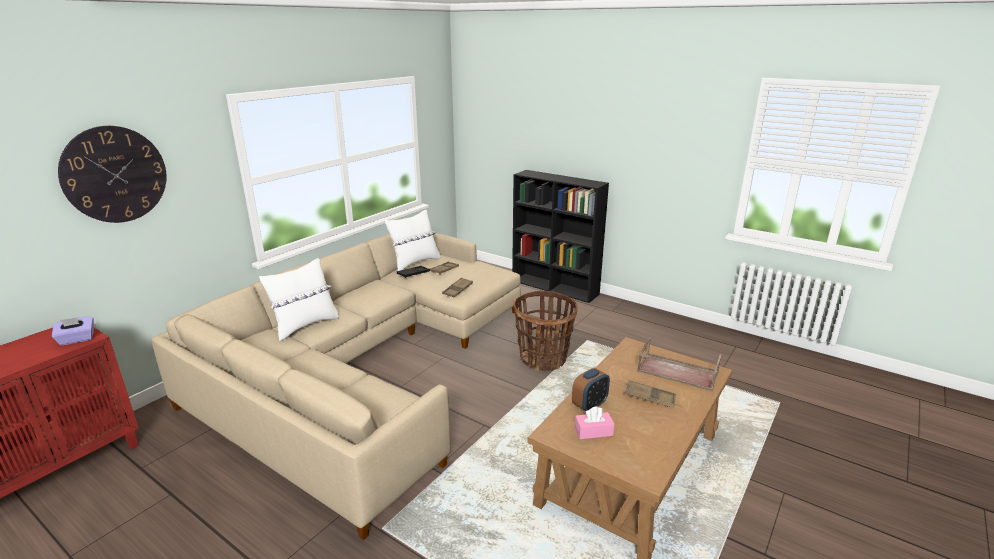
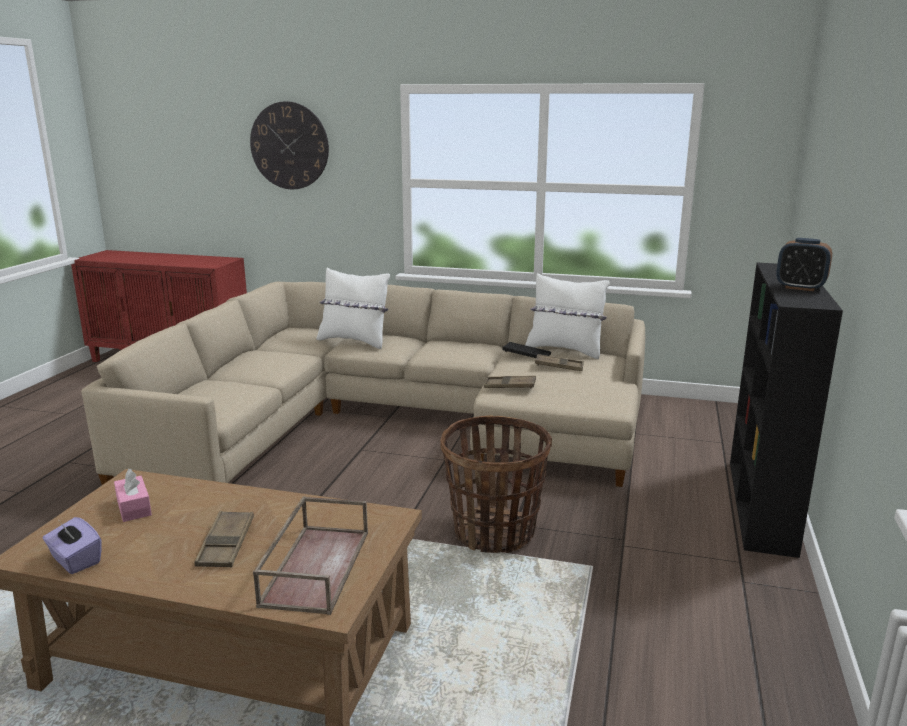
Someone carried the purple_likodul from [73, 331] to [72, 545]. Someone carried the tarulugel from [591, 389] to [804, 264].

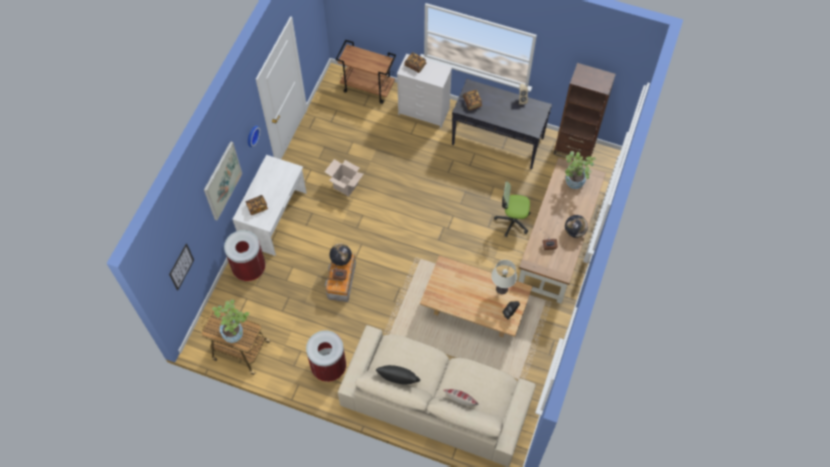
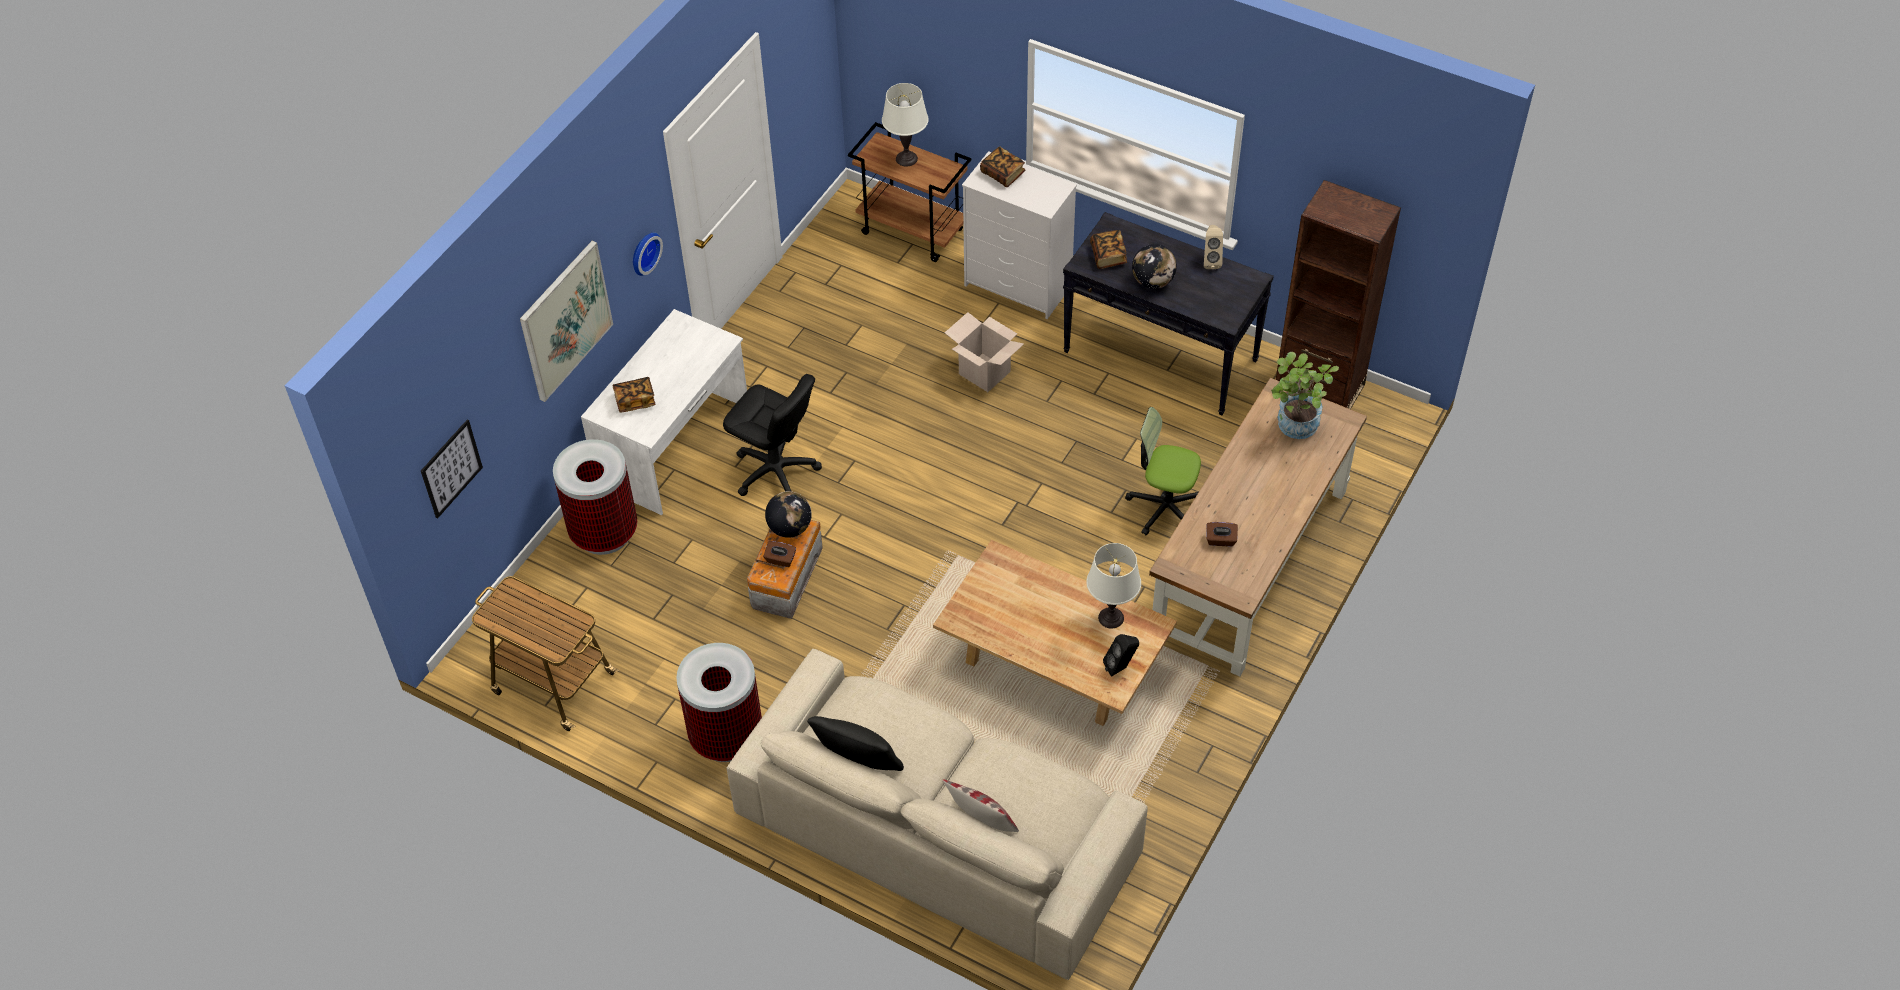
Someone took away the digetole at [230, 321]. Someone carried the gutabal from [344, 177] to [984, 352]. Someone carried the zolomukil from [576, 226] to [1154, 266]. Someone put down the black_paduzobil at [772, 435]. Someone put down the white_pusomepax at [905, 124].

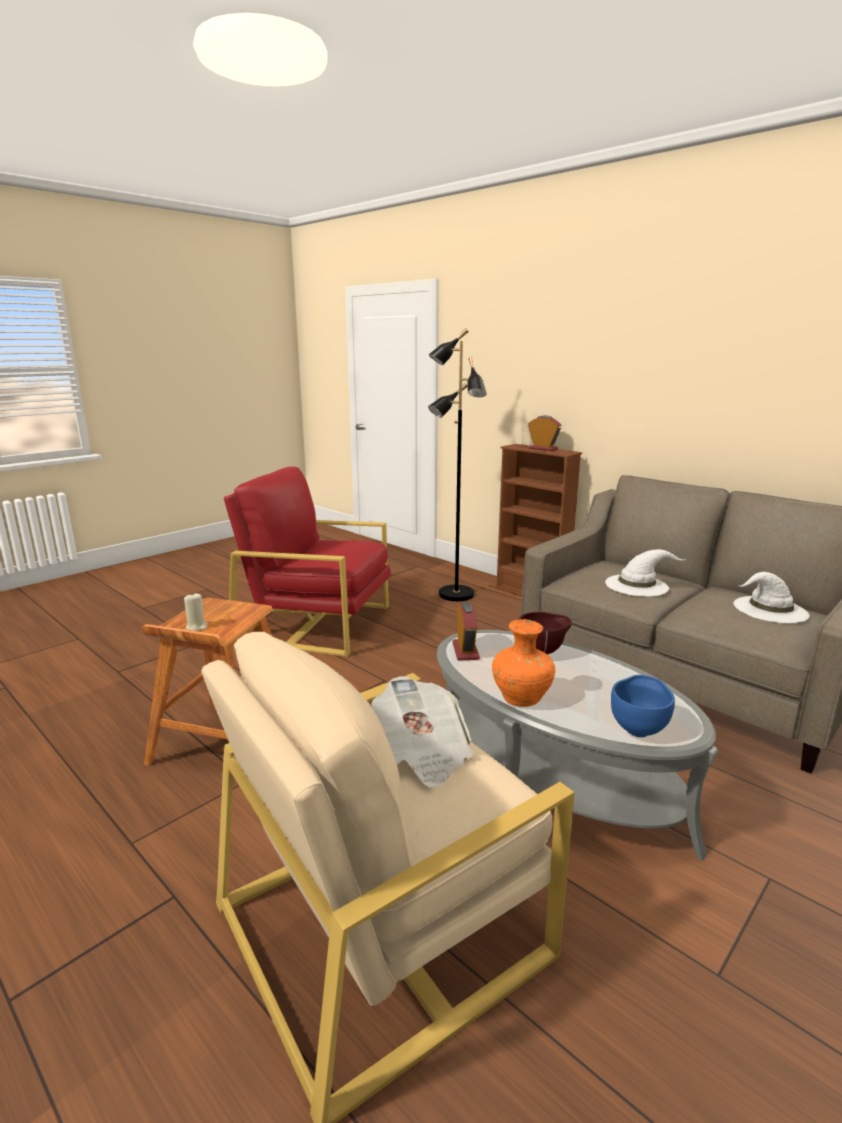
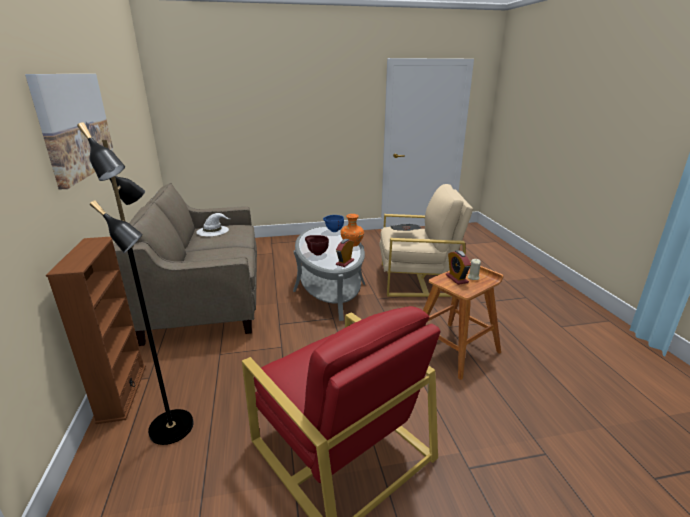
Someone carried the tarulugel from [545, 433] to [458, 267]. Someone took away the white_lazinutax at [646, 573]. Someone put up the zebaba at [69, 131].

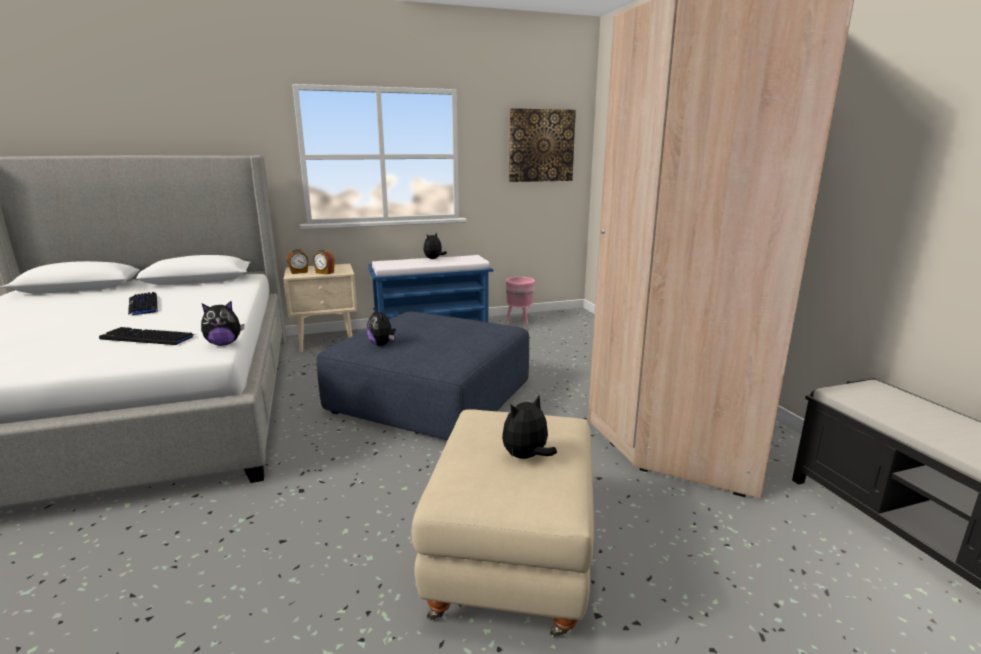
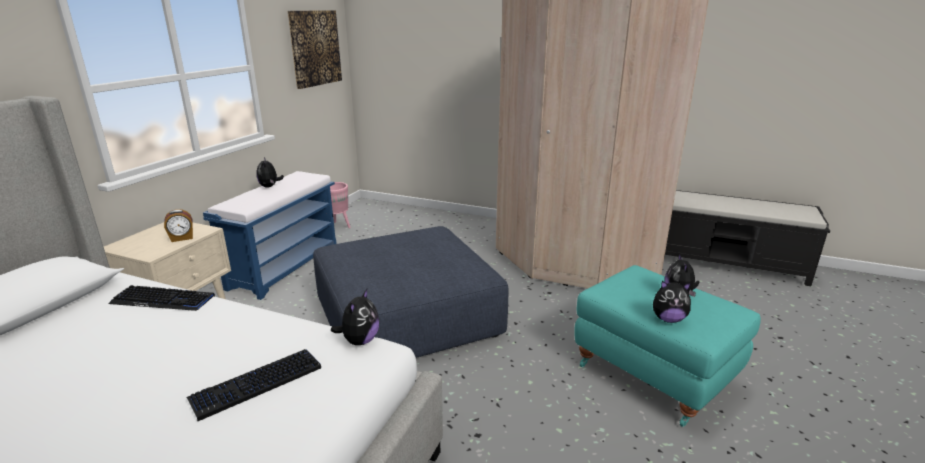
Someone carried the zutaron from [143, 303] to [162, 298]. Someone took away the tarulugel at [298, 261]. Someone carried the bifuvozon from [381, 326] to [672, 302]. Someone repainted the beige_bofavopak at [502, 523], which became the turquoise_bofavopak at [667, 346].

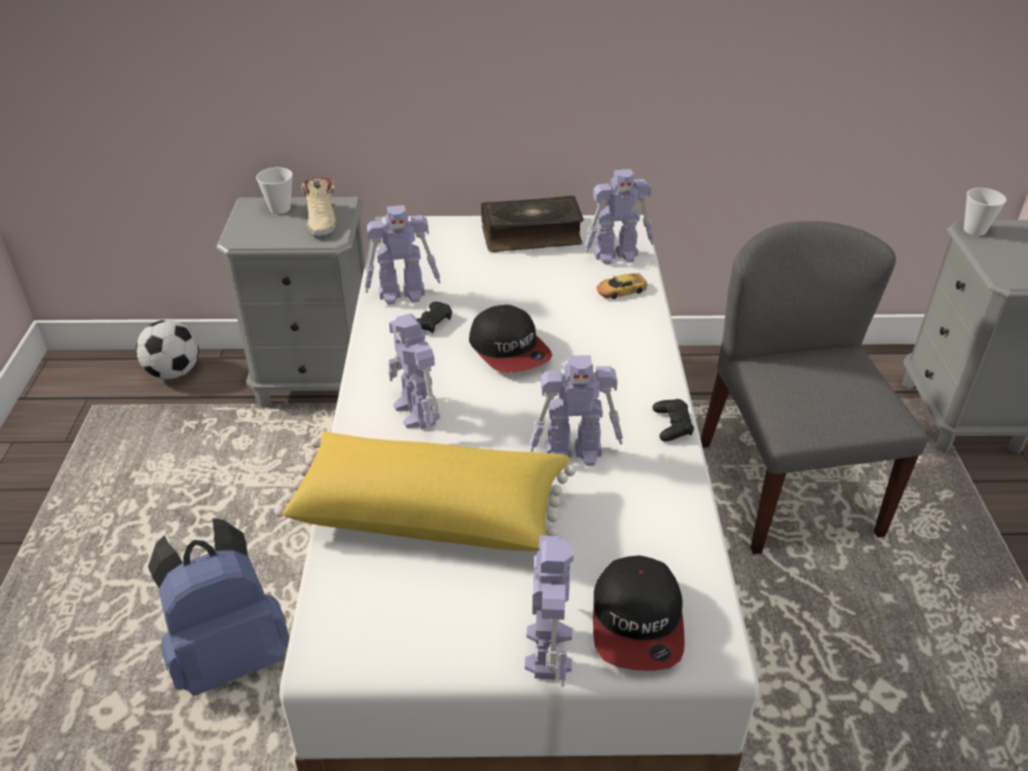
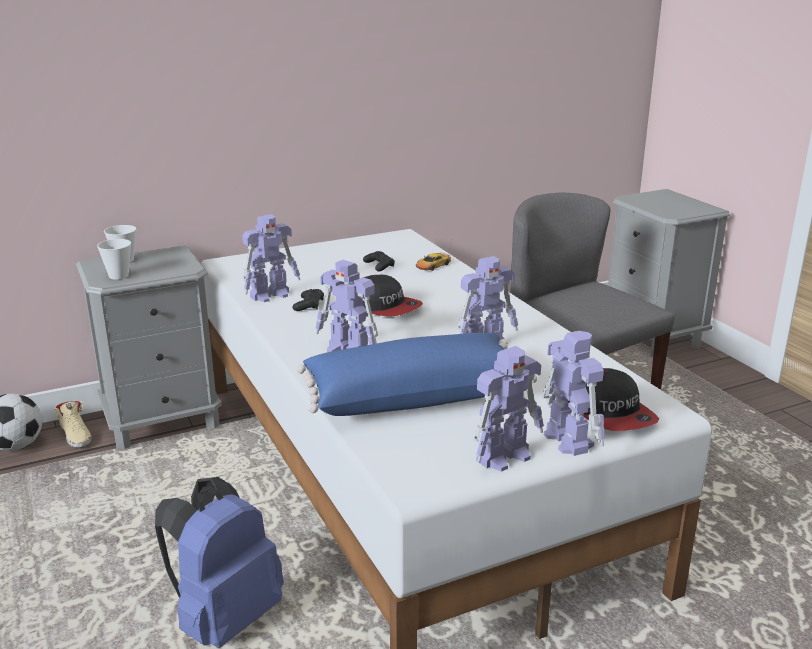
Someone repainted the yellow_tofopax at [425, 491], which became the blue_tofopax at [416, 374]. Someone carried the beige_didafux from [318, 207] to [73, 424]. Someone took away the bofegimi at [532, 224]. Someone carried the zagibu from [619, 216] to [508, 409]. Someone carried the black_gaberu from [673, 420] to [379, 261]. Someone carried the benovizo from [985, 212] to [114, 259].

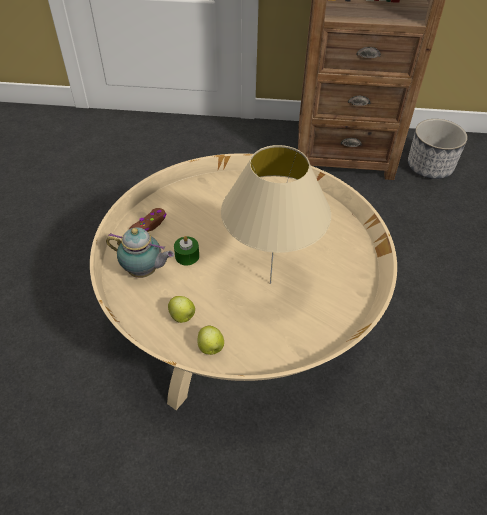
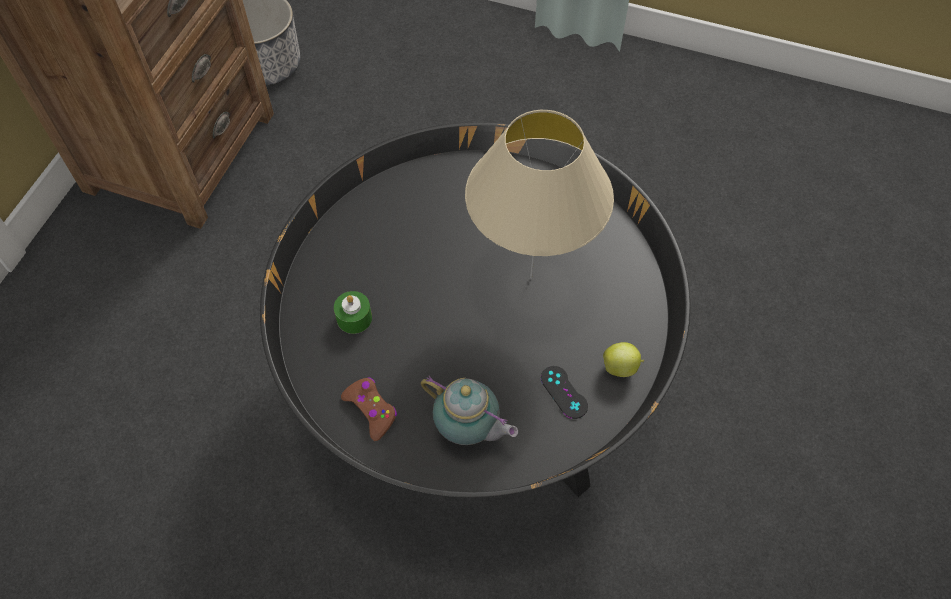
Someone repainted the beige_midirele at [243, 281], which became the black_midirele at [475, 310]. Someone rotated the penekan at [140, 252] by 90 degrees clockwise. Someone swapped the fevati at [181, 309] for the black_gaberu at [564, 392]. Someone carried the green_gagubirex from [186, 250] to [353, 312].

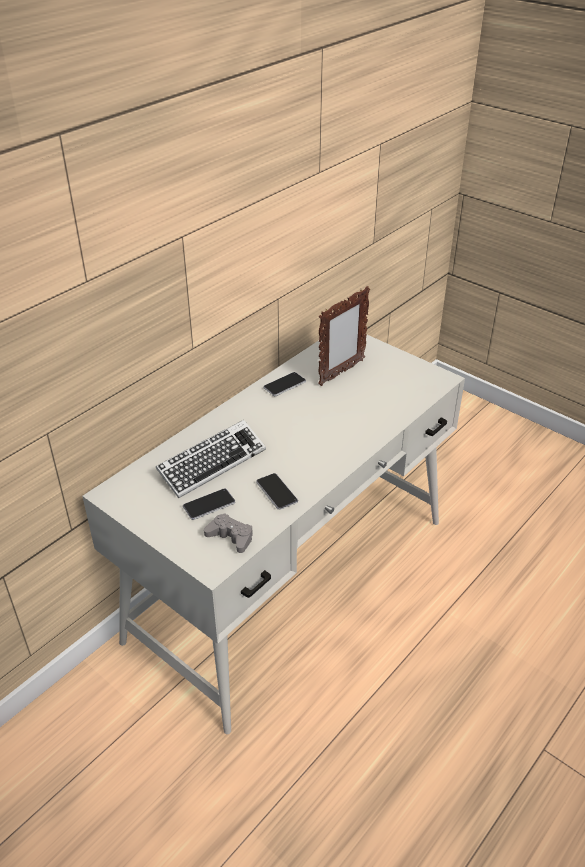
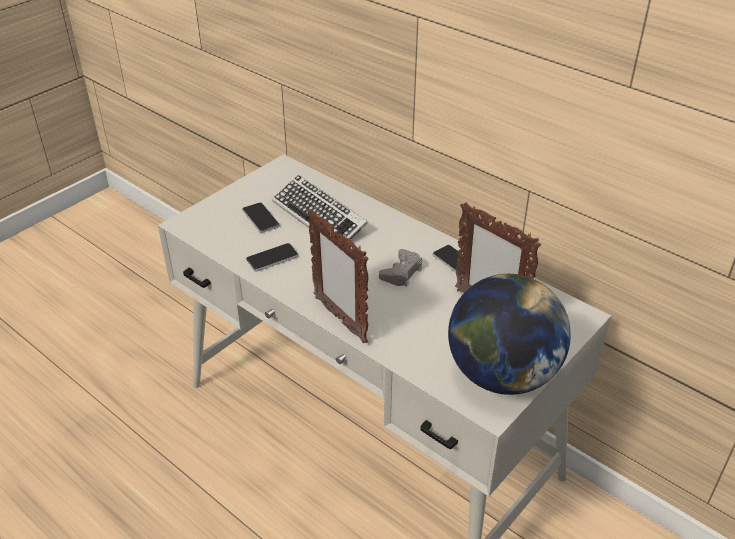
Someone carried the grey_gaberu from [228, 533] to [400, 268]. Someone put down the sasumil at [338, 276]. Someone put down the zolomukil at [509, 334].

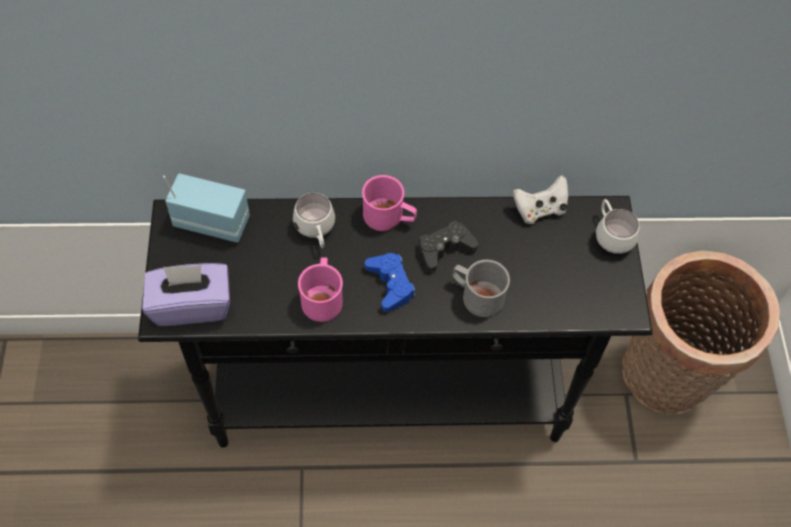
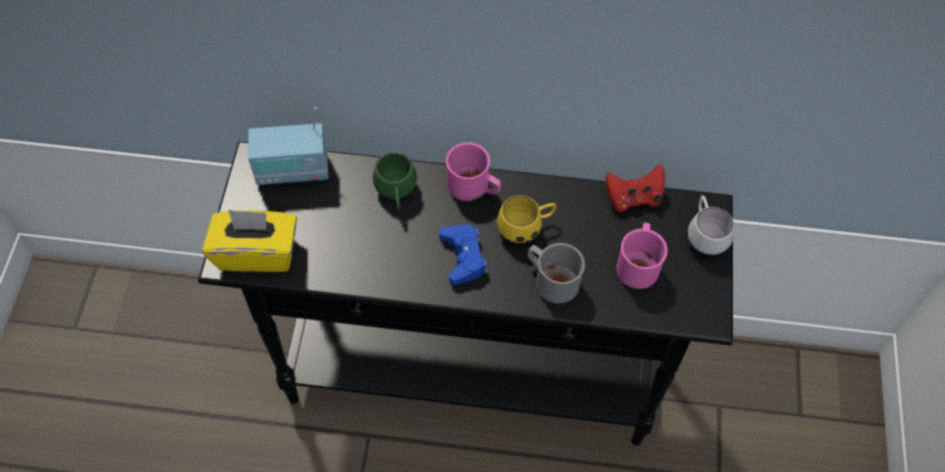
Someone repainted the purple_likodul at [186, 294], which became the yellow_likodul at [249, 240]. Someone rotated the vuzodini at [206, 208] by 150 degrees clockwise. Someone repainted the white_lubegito at [314, 220], which became the green_lubegito at [395, 181]. Someone carried the pink_lubegito from [320, 289] to [642, 256]. Someone swapped the black_gaberu at [448, 246] for the yellow_lubegito at [526, 219]. Someone repainted the white_gaberu at [540, 199], which became the red_gaberu at [635, 188]. Someone took away the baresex at [701, 332].

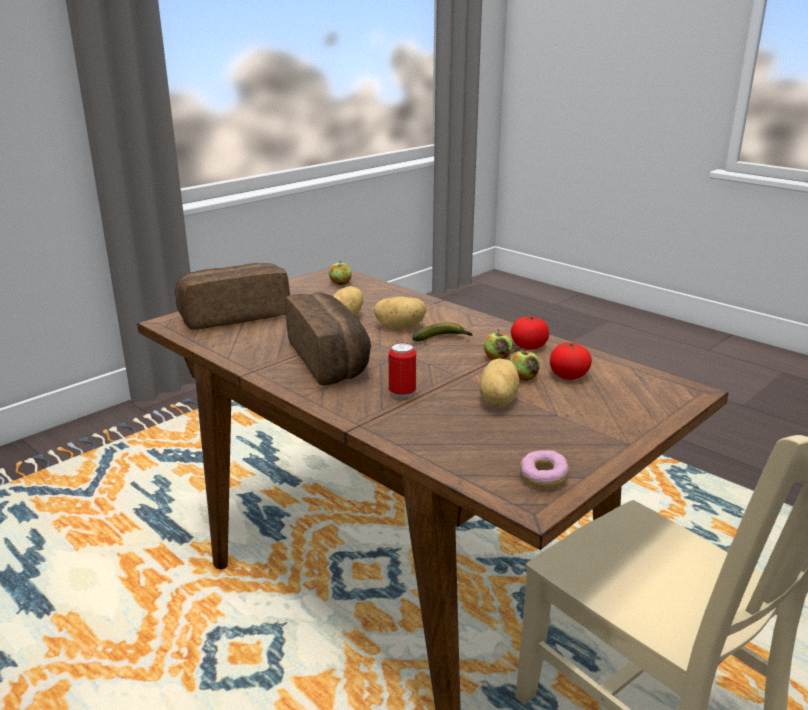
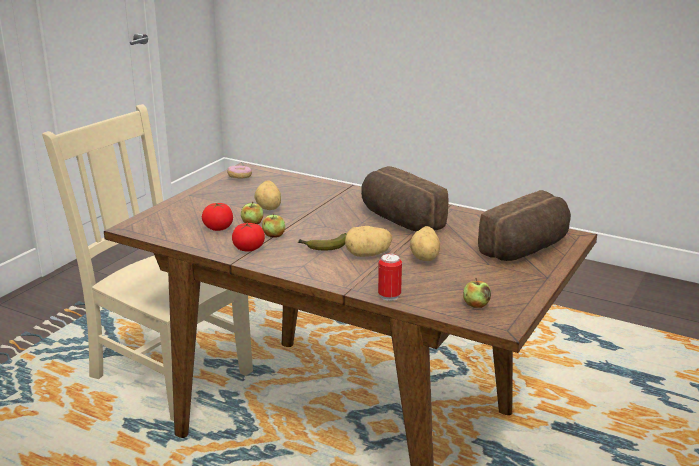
Someone carried the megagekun from [402, 371] to [390, 277].

